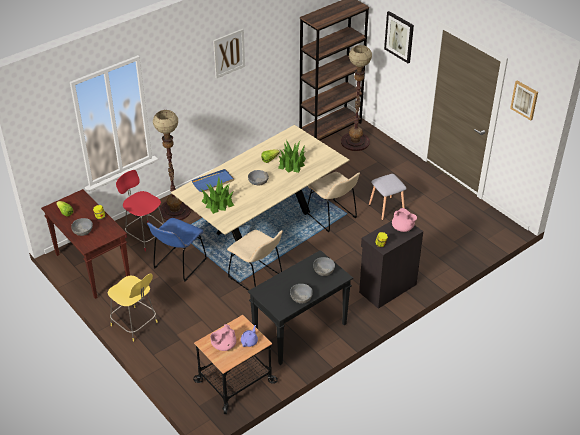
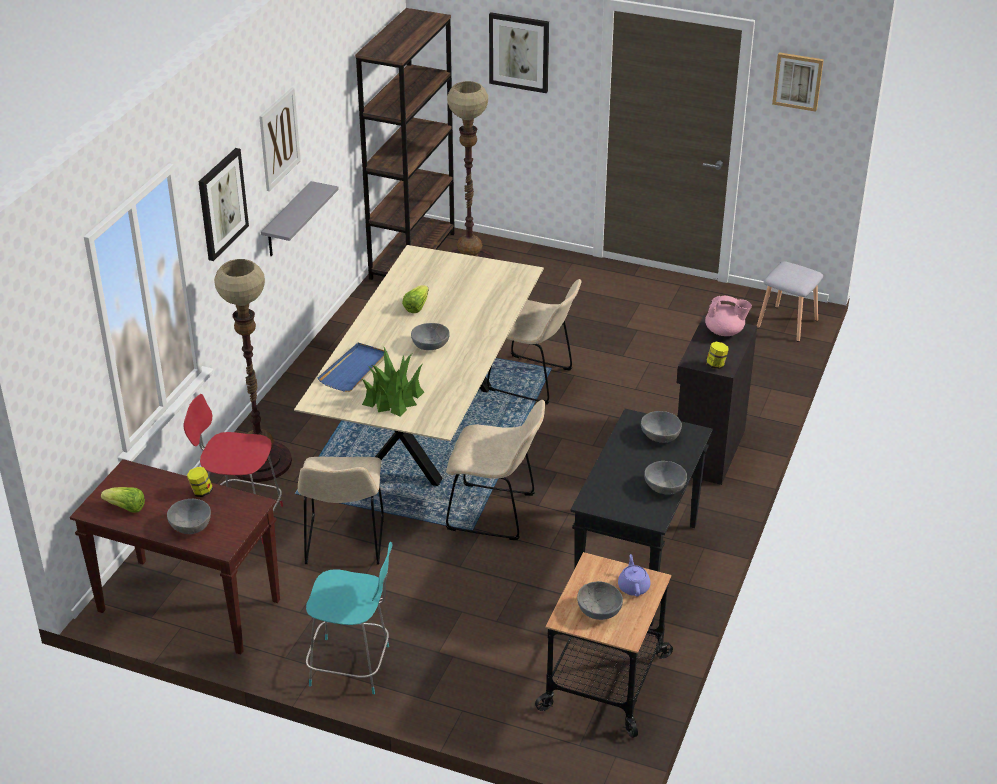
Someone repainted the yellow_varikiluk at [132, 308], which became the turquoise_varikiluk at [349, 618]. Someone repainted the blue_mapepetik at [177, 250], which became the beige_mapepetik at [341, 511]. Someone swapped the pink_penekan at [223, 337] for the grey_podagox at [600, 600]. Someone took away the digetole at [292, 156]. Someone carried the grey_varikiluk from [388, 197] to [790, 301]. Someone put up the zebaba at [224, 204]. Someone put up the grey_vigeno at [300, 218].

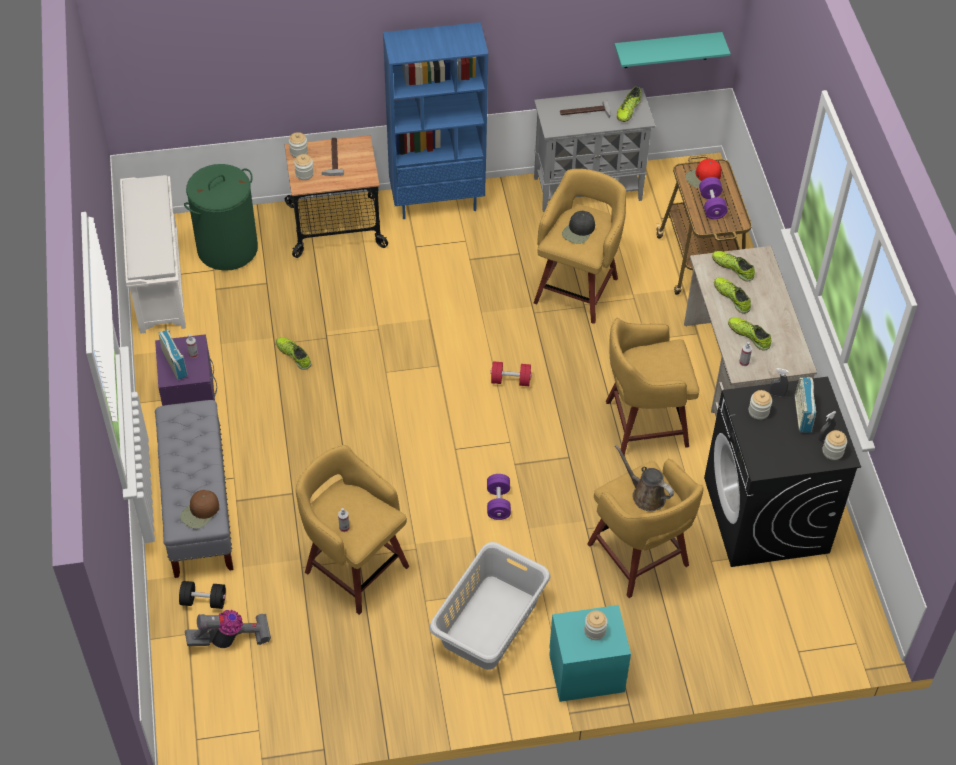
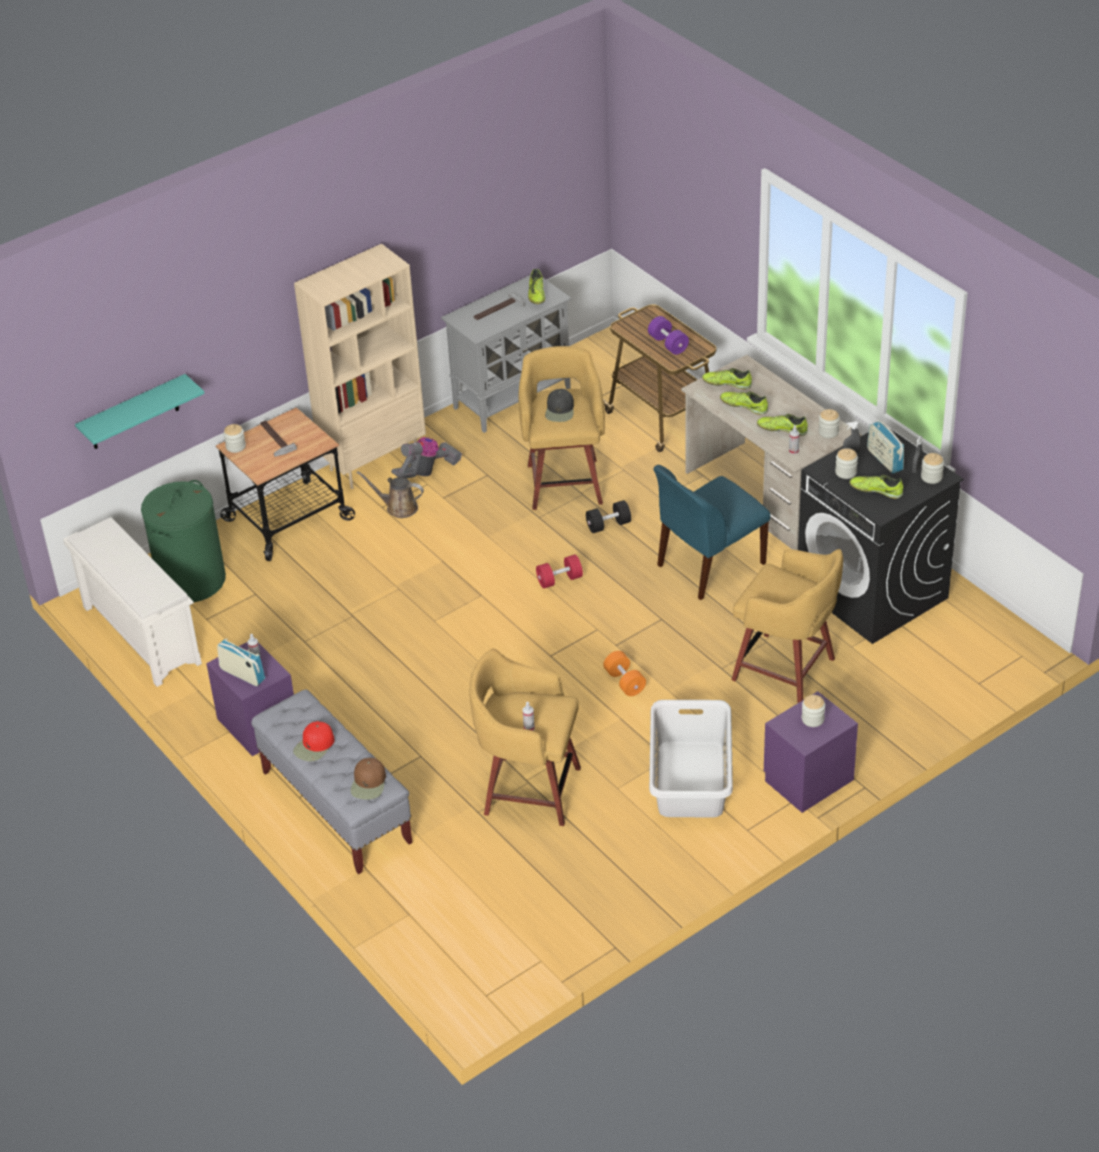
Someone carried the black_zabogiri from [202, 595] to [608, 516]. Someone carried the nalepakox from [228, 629] to [426, 458]. Someone carried the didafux from [293, 353] to [876, 487]. Someone carried the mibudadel from [304, 167] to [829, 423]. Someone repainted the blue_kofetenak at [435, 120], which became the beige_kofetenak at [360, 366]. Someone repainted the purple_zabogiri at [499, 497], which became the orange_zabogiri at [624, 673]. Someone repainted the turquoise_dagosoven at [590, 653], which became the purple_dagosoven at [811, 752]. Someone swapped the yellow_varikiluk at [652, 386] for the blue_mapepetik at [712, 532]. Someone carried the turquoise_vigeno from [672, 50] to [140, 411]. Someone carried the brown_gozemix from [644, 478] to [390, 494]. Someone carried the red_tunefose from [703, 173] to [313, 741].

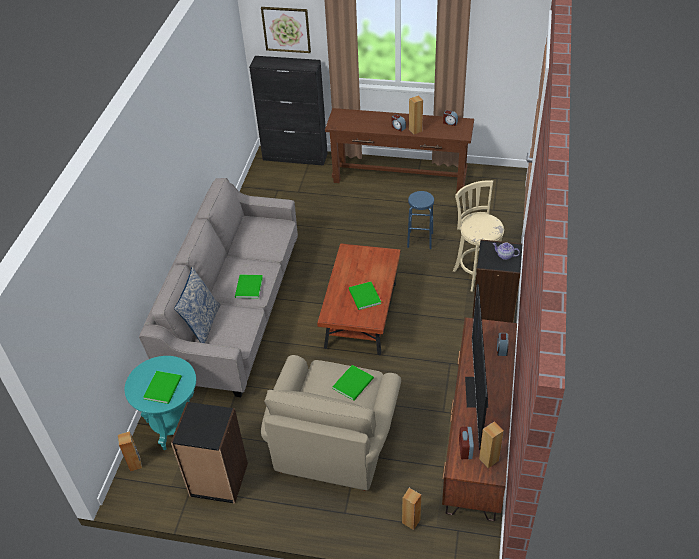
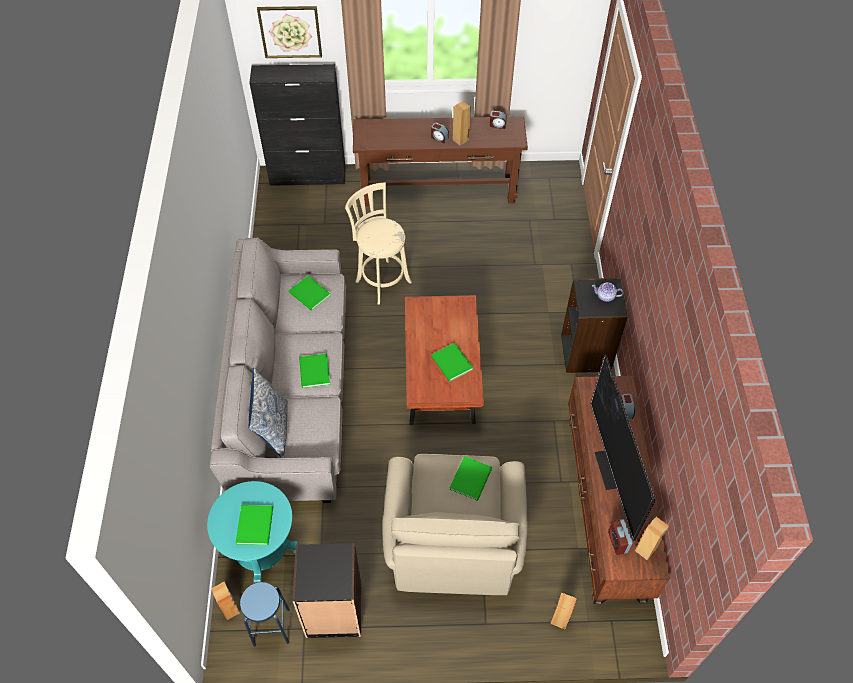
Someone carried the blue_varikiluk from [420, 220] to [265, 614]. Someone carried the beige_varikiluk from [478, 236] to [378, 243]. Someone put down the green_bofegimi at [310, 293].

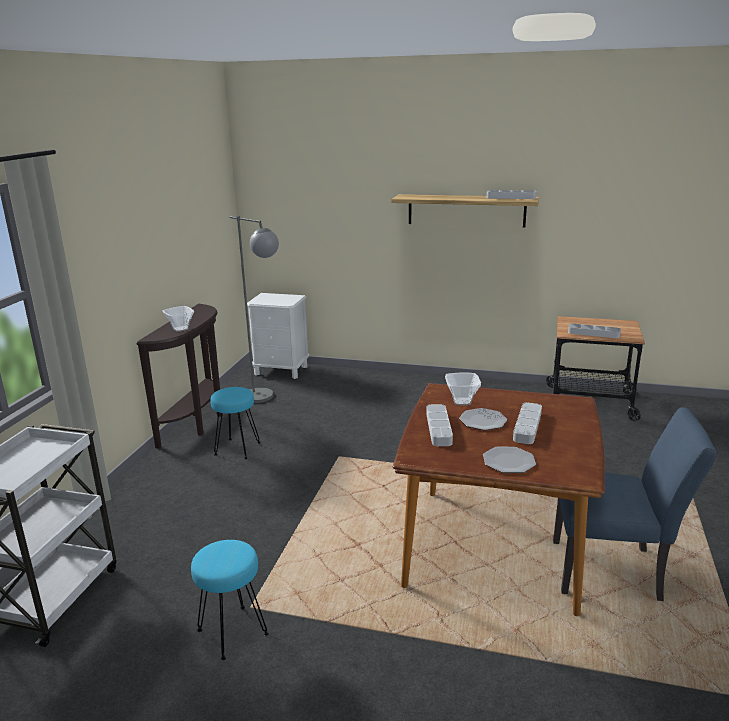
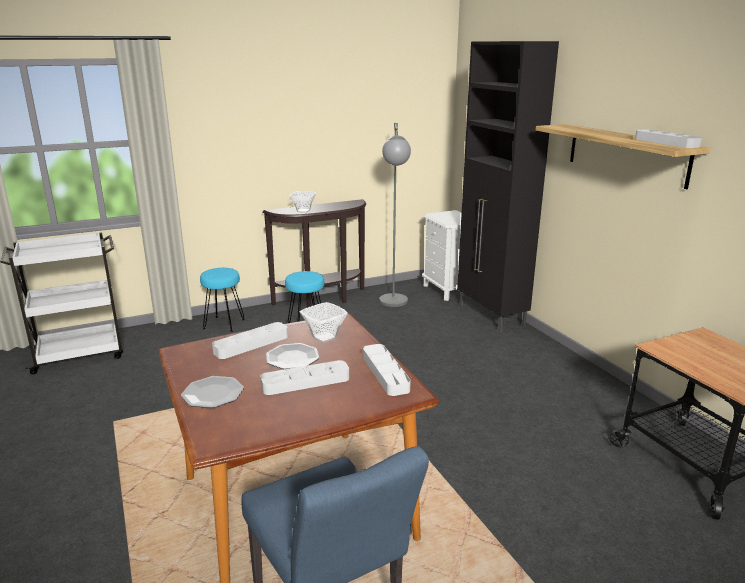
Someone carried the turquoise_varikiluk from [230, 600] to [222, 300]. Someone carried the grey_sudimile from [594, 330] to [387, 370]. Someone put down the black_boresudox at [508, 186].

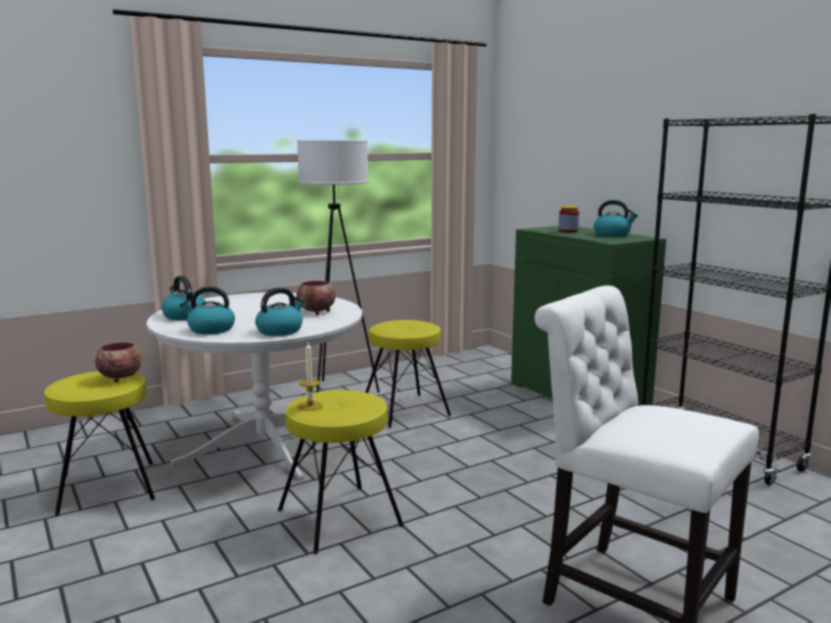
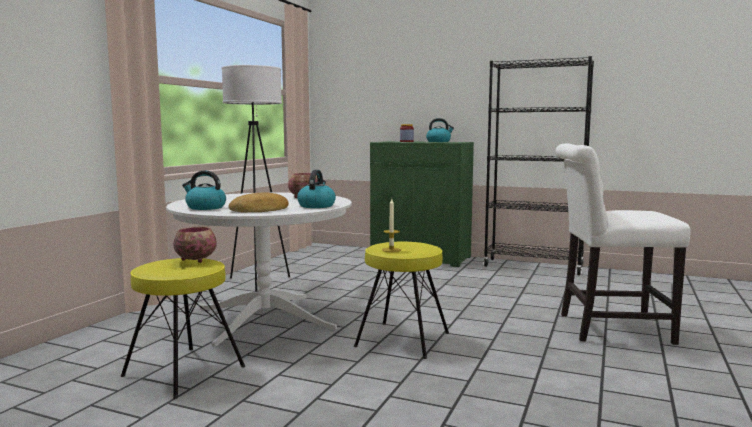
Someone swapped the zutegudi at [207, 310] for the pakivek at [258, 202]. Someone took away the yellow_varikiluk at [408, 374].

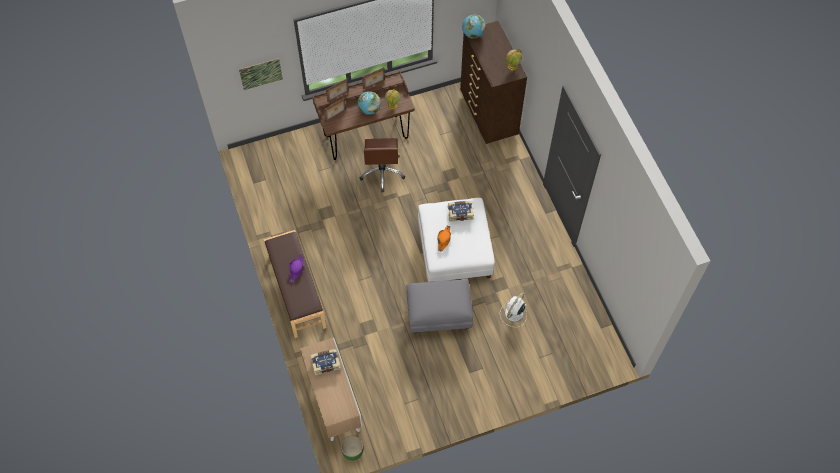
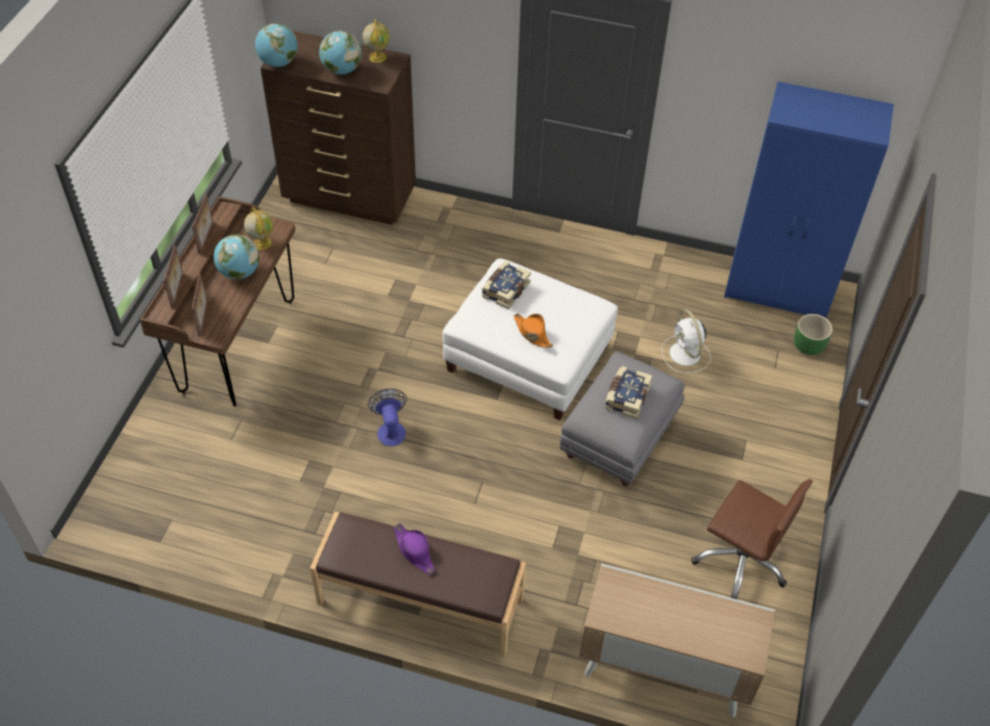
Someone took away the zebaba at [261, 74]. Someone carried the bofegimi from [325, 362] to [628, 392]. Someone carried the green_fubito from [352, 448] to [813, 334]. Someone carried the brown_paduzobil from [382, 165] to [752, 539]. Someone put down the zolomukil at [340, 52]. Someone put down the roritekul at [387, 417]. Someone put down the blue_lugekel at [809, 200].

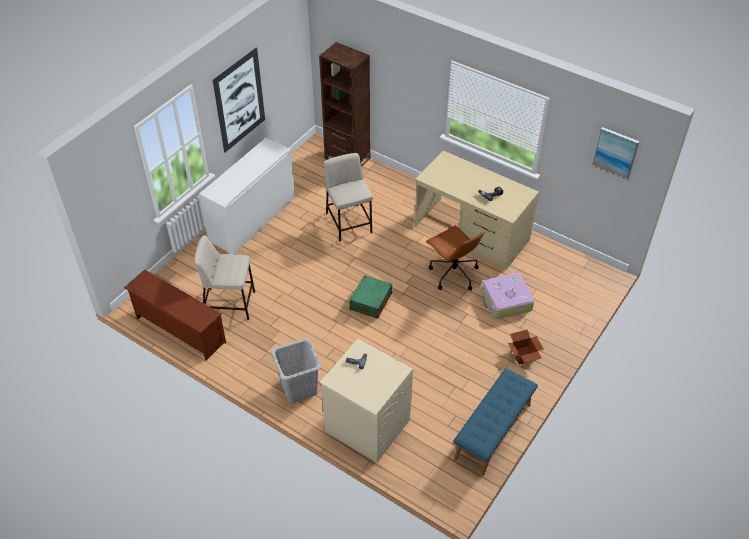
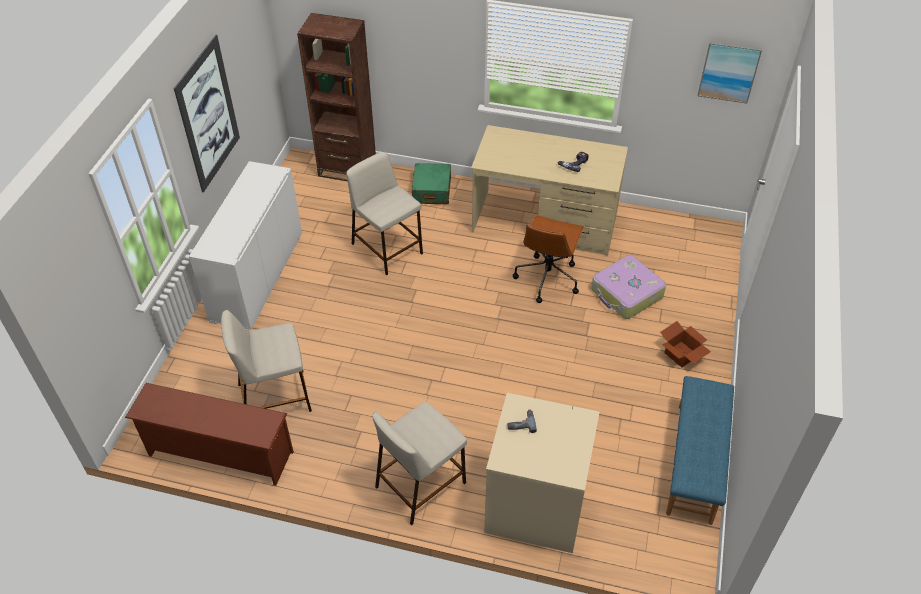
Someone swapped the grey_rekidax at [296, 370] for the beige_varikiluk at [419, 464]. Someone carried the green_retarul from [370, 296] to [431, 183]. Someone rotated the brown_paduzobil at [455, 258] by 75 degrees clockwise.

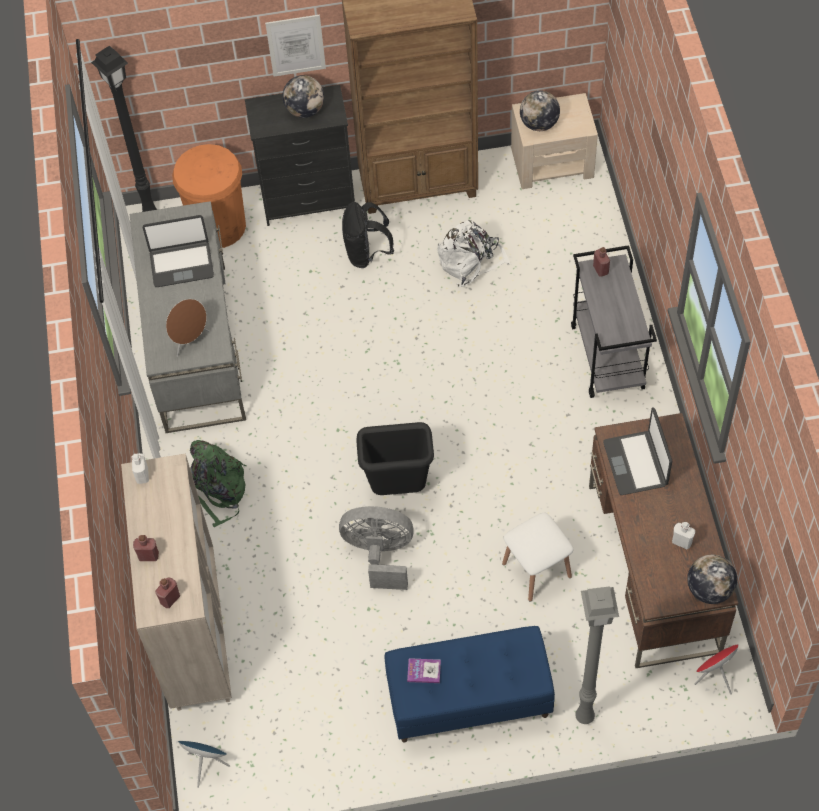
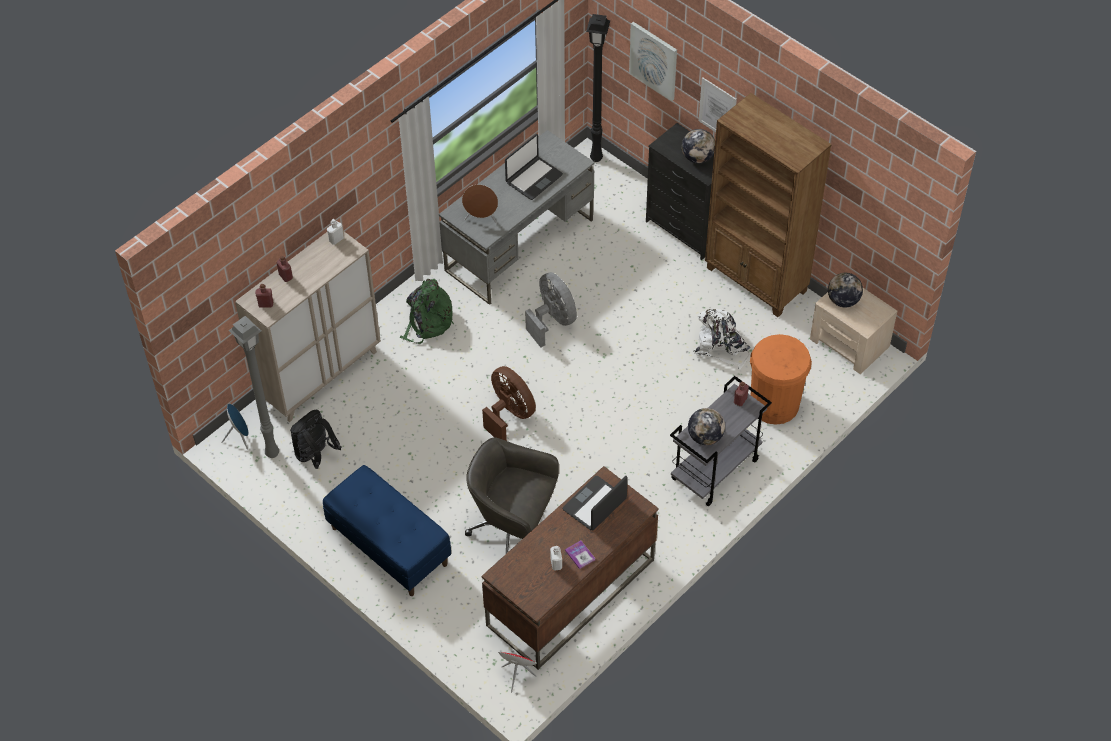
Someone rotated the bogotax at [178, 251] by 90 degrees counterclockwise. Someone carried the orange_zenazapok from [209, 196] to [781, 379]. Someone carried the grey_roritekul from [376, 548] to [551, 309]. Someone carried the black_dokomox from [368, 235] to [315, 439]. Someone swapped the black_zenazapok at [395, 458] for the brown_roritekul at [509, 403]. Someone carried the bofegimi from [424, 670] to [580, 554]. Someone swapped the white_varikiluk at [538, 557] for the grey_paduzobil at [512, 495]. Someone carried the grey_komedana from [597, 655] to [254, 387]. Someone carried the zolomukil from [712, 579] to [706, 426]. Someone put up the zebaba at [653, 61].

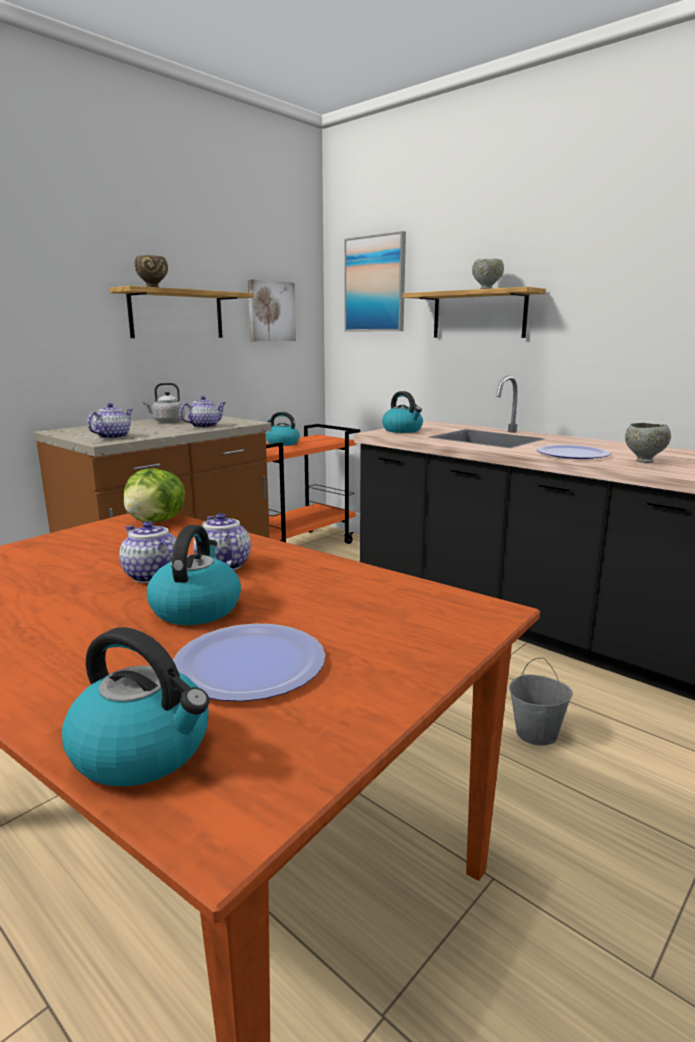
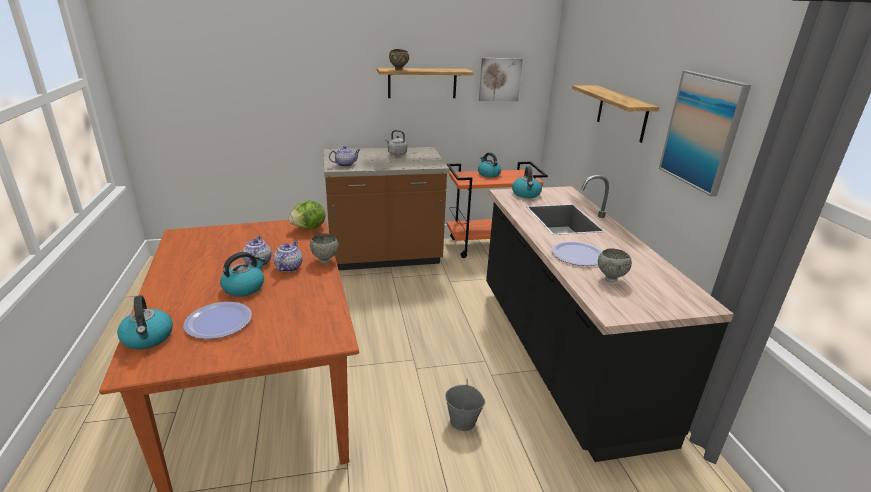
Someone took away the penekan at [202, 412]. Someone carried the zebaba from [375, 281] to [705, 133]. Someone carried the grey_podagox from [488, 273] to [324, 248].

